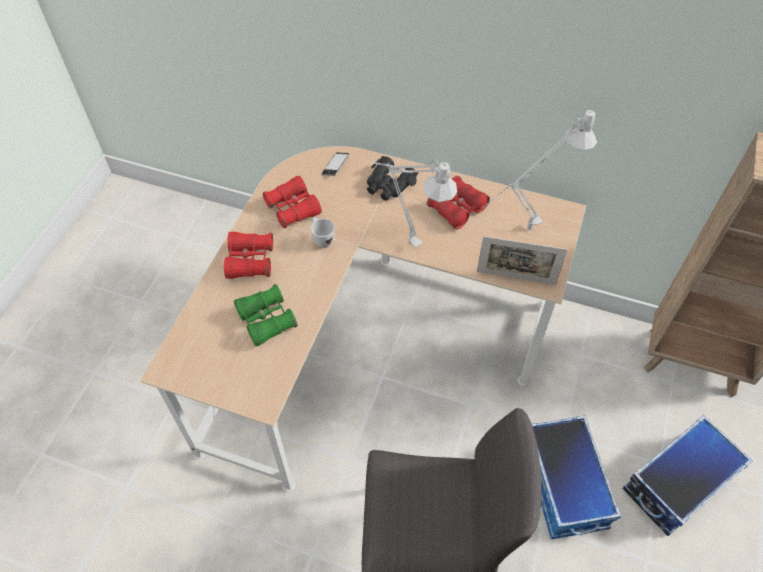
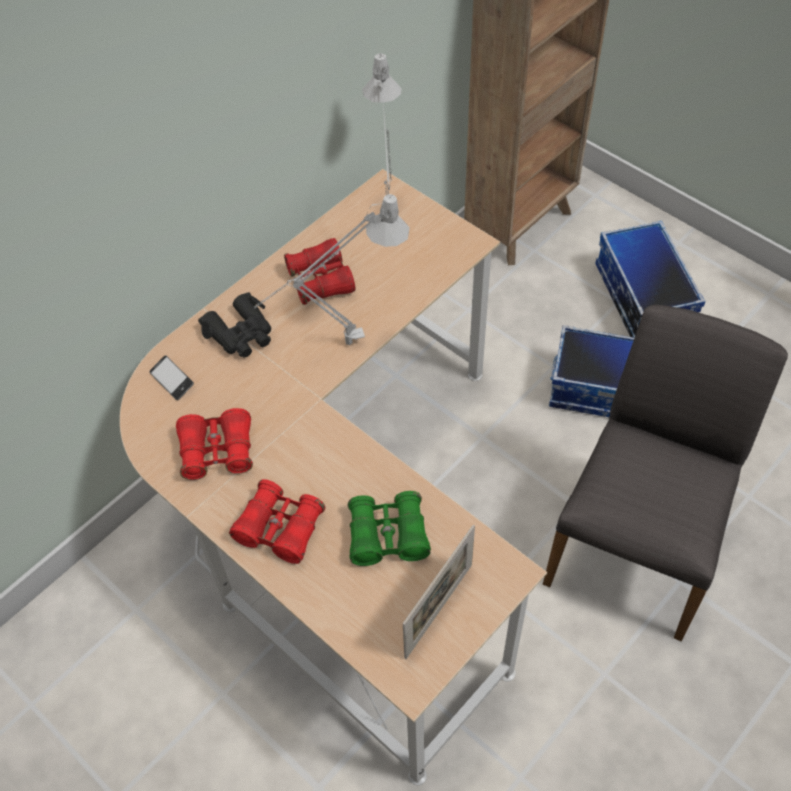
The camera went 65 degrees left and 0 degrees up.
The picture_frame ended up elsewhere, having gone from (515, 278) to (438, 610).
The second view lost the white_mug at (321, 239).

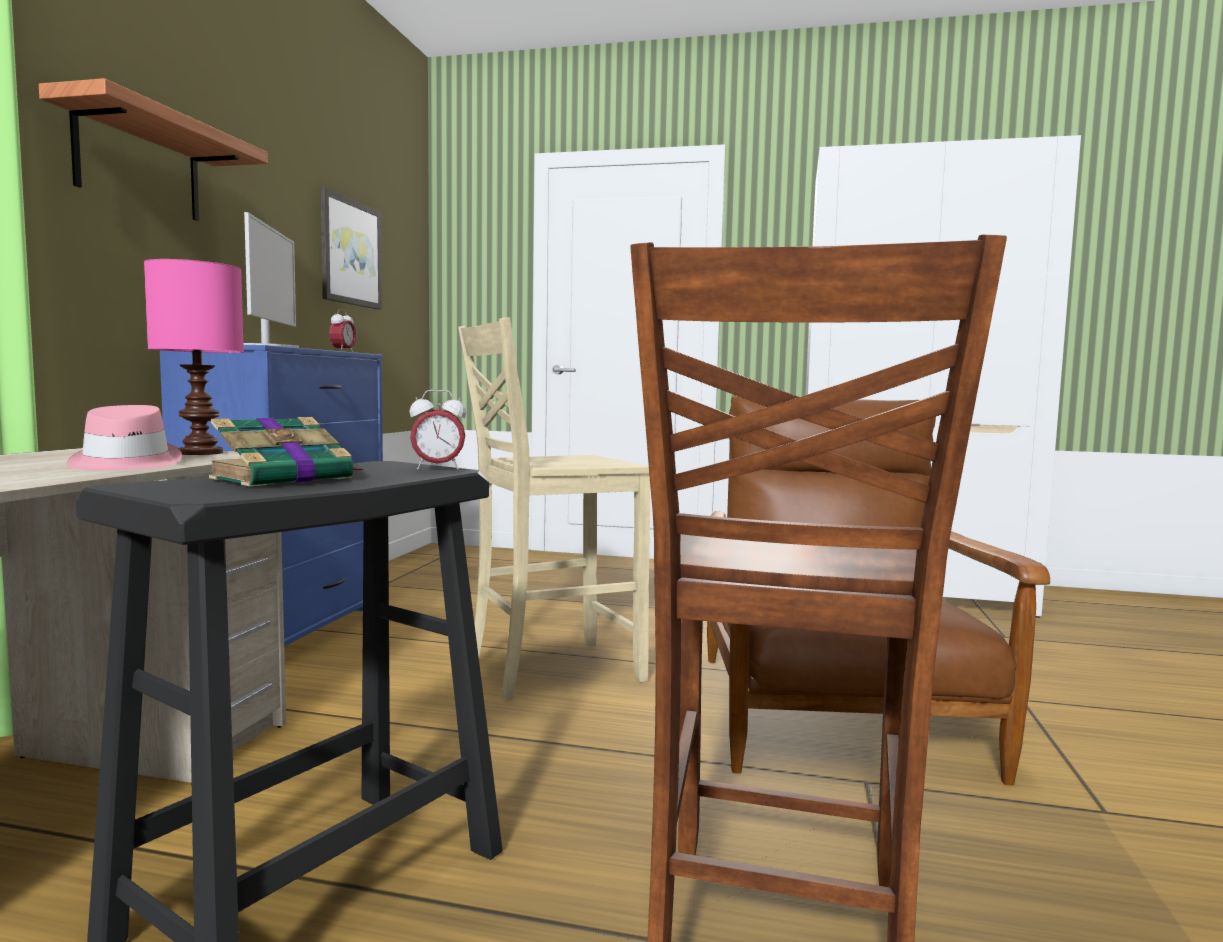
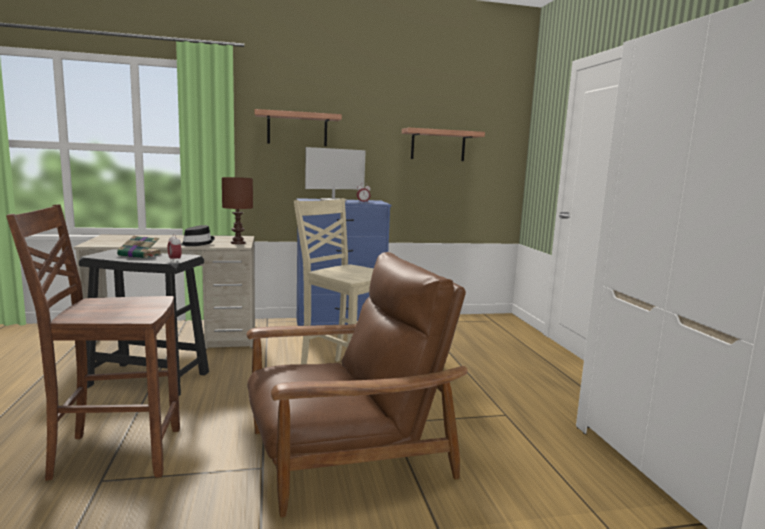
The camera went 65 degrees right and 5 degrees up.
What was the pink_hat at (123, 464) turned into the black_hat at (196, 243).
What was the pink_table_lamp at (199, 453) turned into the brown_table_lamp at (237, 243).
Where the picture hung at (350, 252), the shelf came to hang at (438, 145).

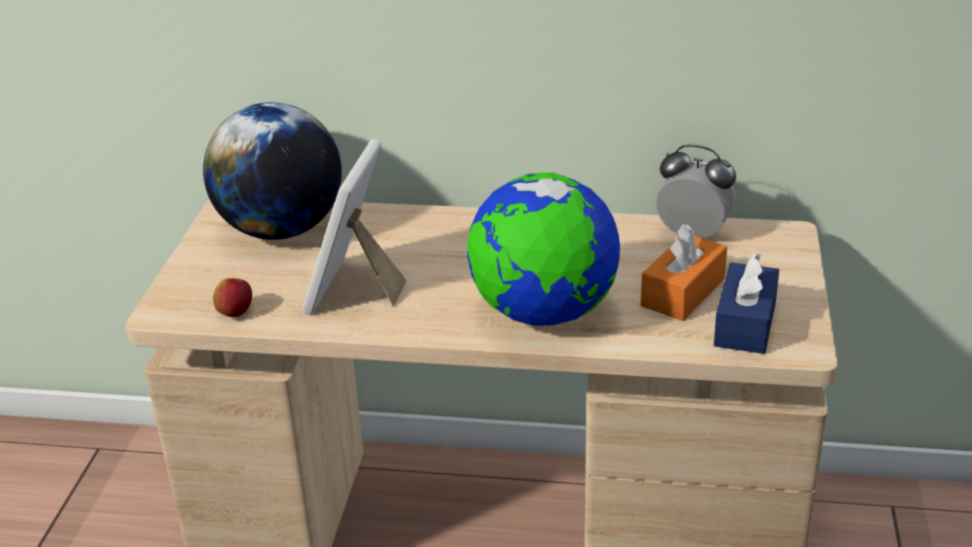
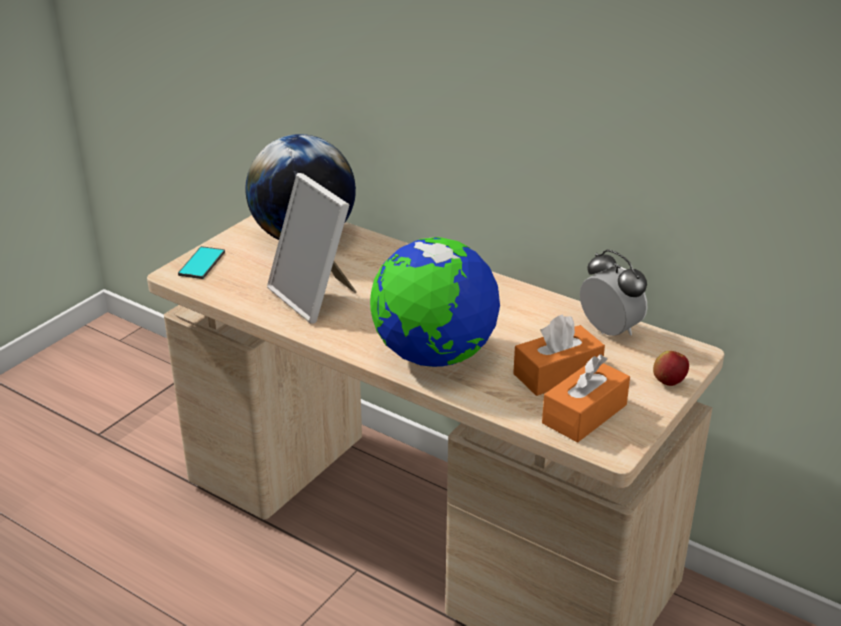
The camera went 25 degrees right and 0 degrees up.
The second view gained the phone at (201, 263).
The picture_frame at (355, 290) ended up facing another way, 75 degrees counterclockwise from before.
What was the blue_tissue_box at (745, 324) turned into the orange_tissue_box at (584, 414).
The apple ended up elsewhere, having gone from (235, 313) to (669, 382).

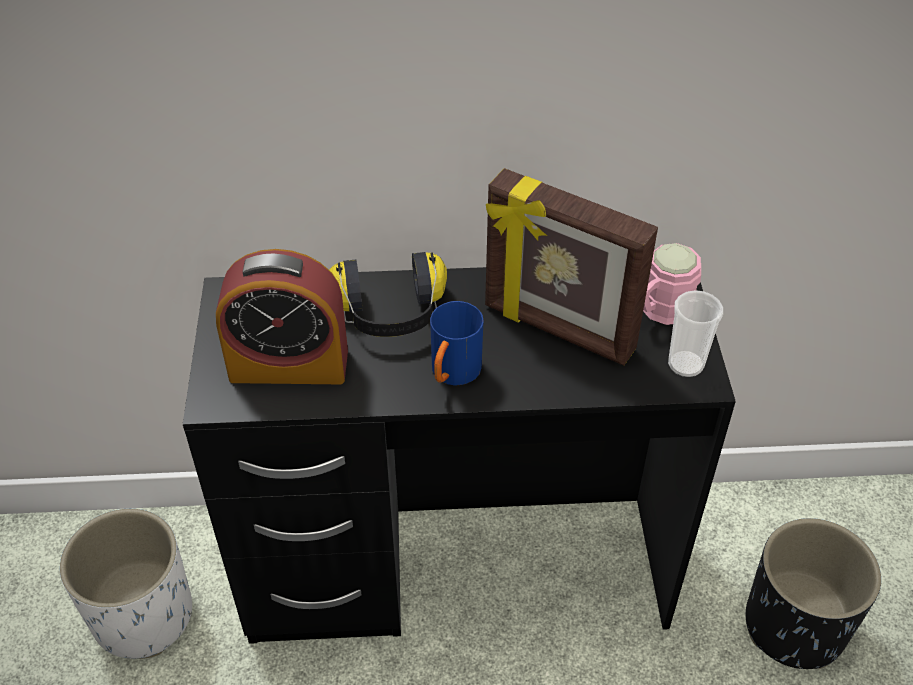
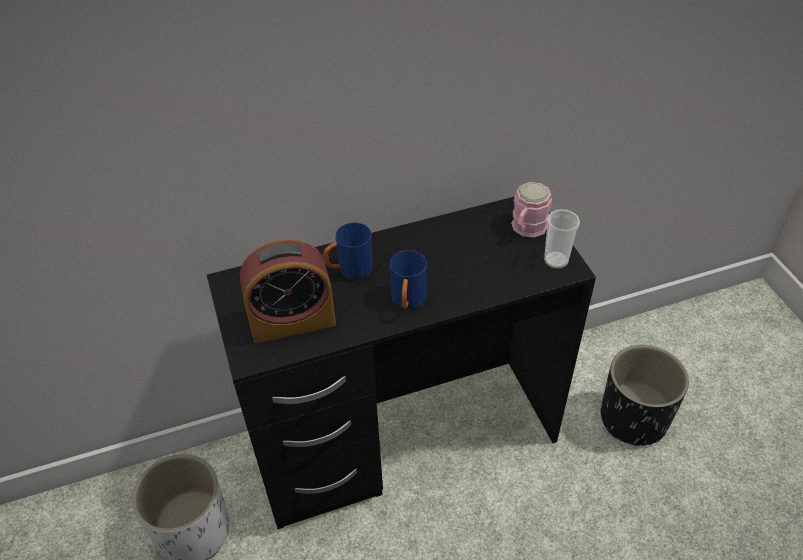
The camera went 15 degrees left and 0 degrees up.
Where the headphones stood at (390, 314), the blue_mug came to stand at (349, 270).
The second view lost the picture_frame at (557, 329).

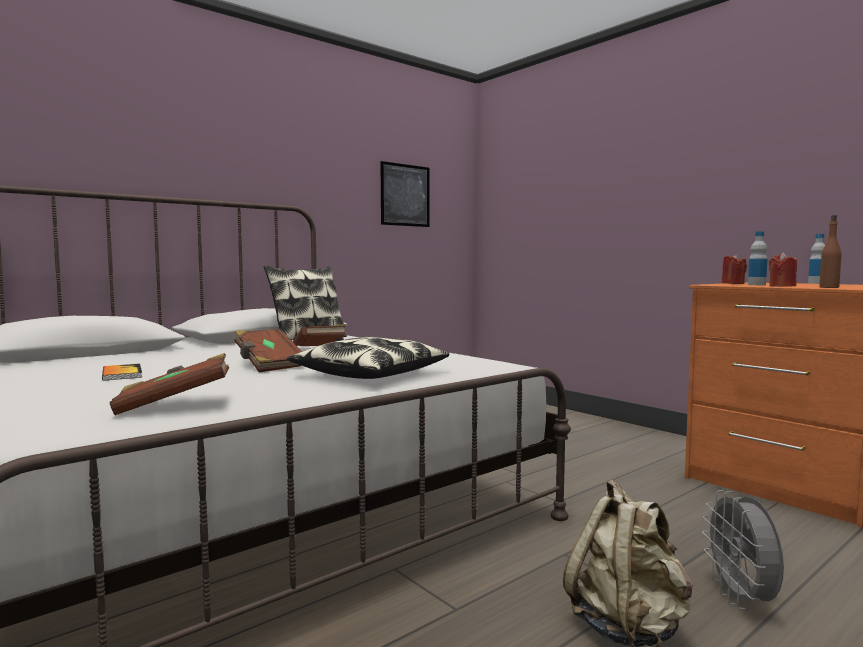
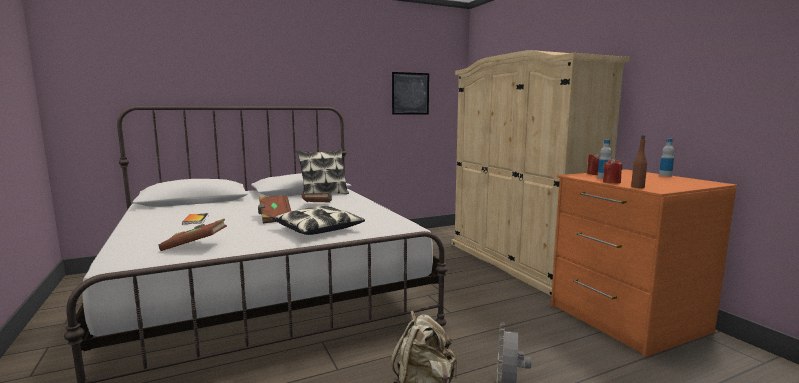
The camera went 15 degrees right and 5 degrees up.
The second view gained the beige_wardrobe at (519, 262).

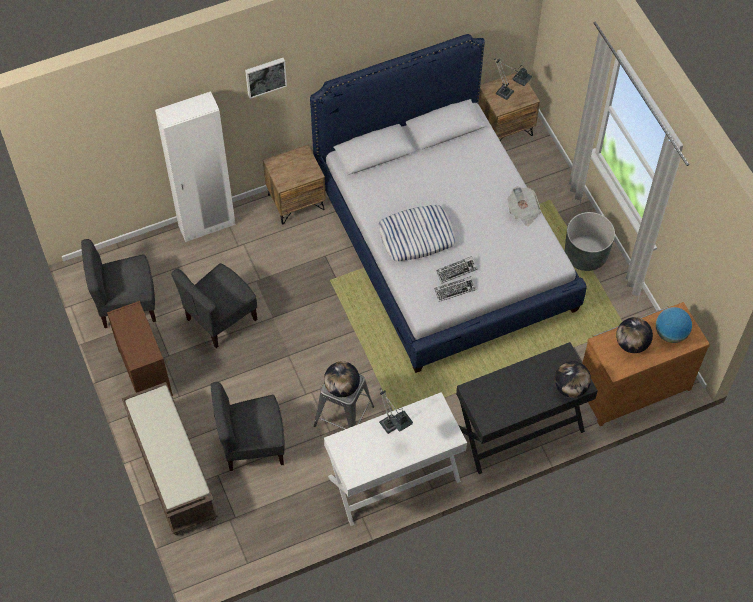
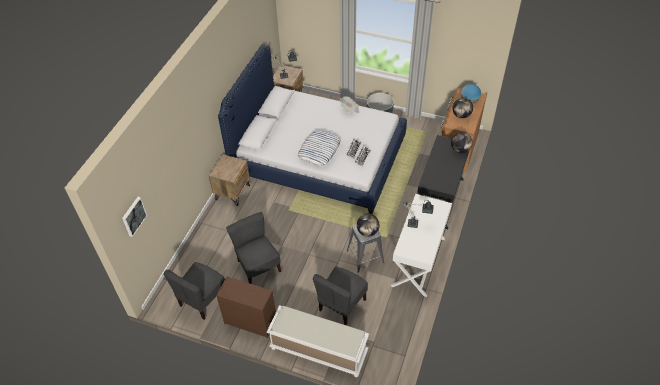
The camera went 45 degrees left and 10 degrees down.
The picture ended up elsewhere, having gone from (265, 76) to (133, 216).
The grey_chair at (220, 319) ended up facing another way, 150 degrees clockwise from before.
What was the brown_bench at (171, 469) turned into the white_bench at (318, 350).
The second view lost the white_wardrobe at (207, 226).

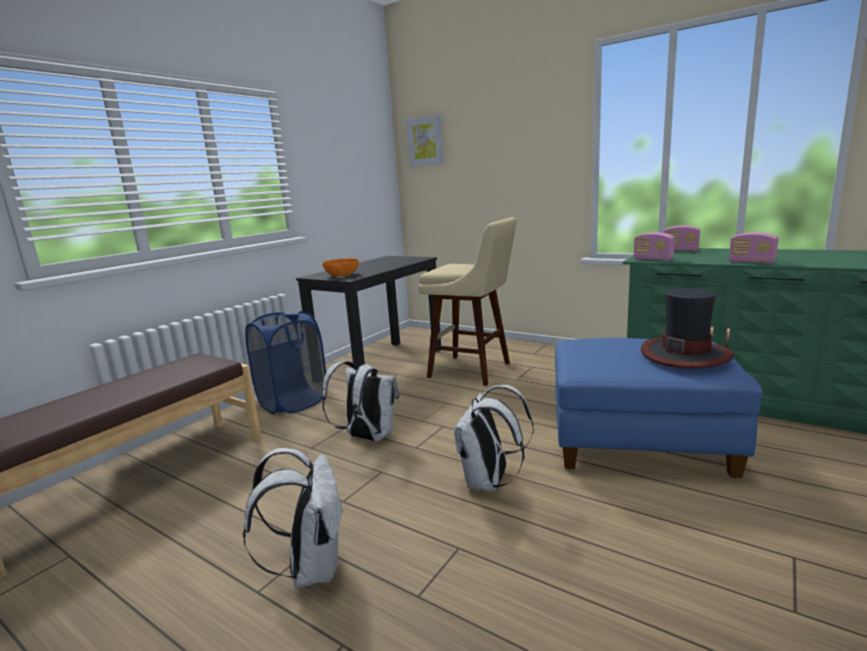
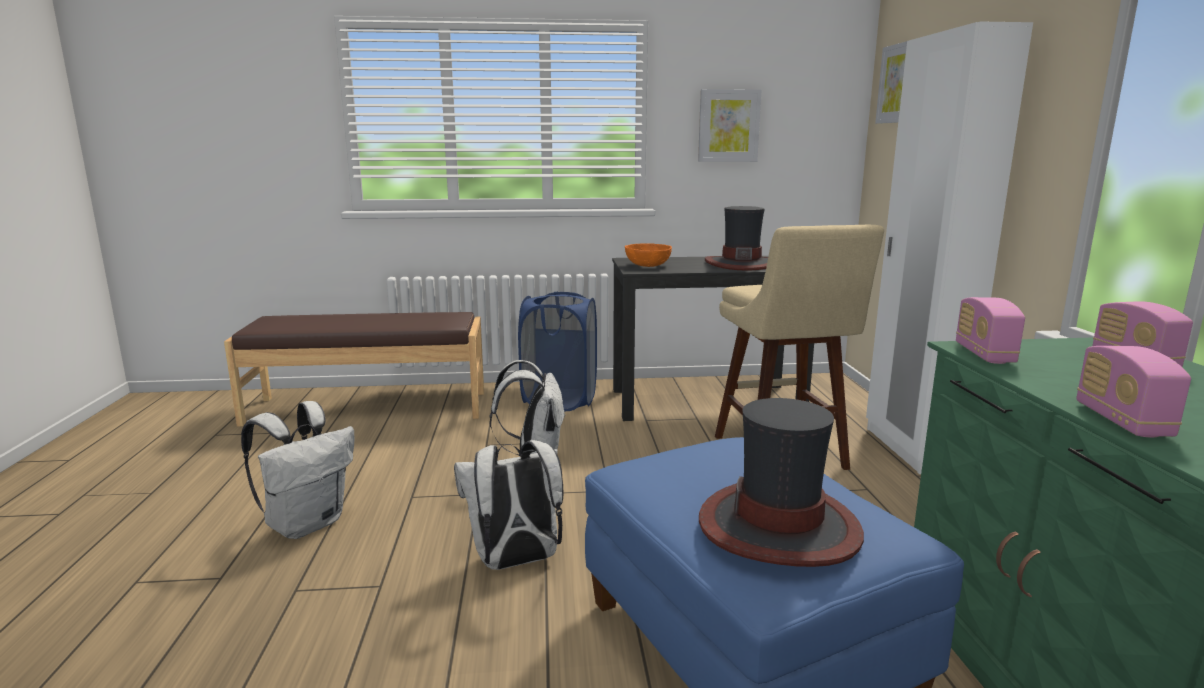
The camera went 50 degrees right and 0 degrees up.
The second view gained the picture at (728, 126).
The second view gained the hat at (741, 264).
The second view gained the white_wardrobe at (910, 449).

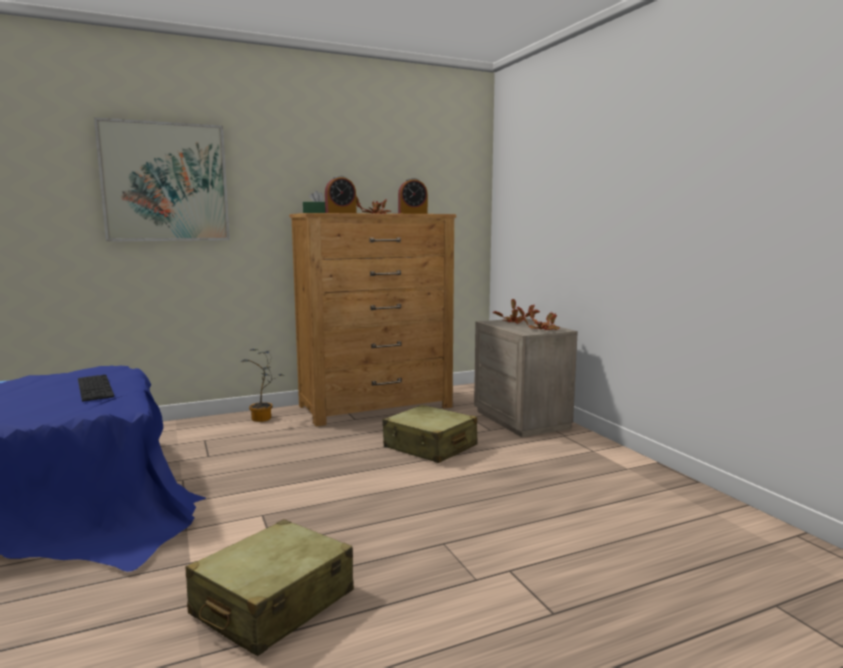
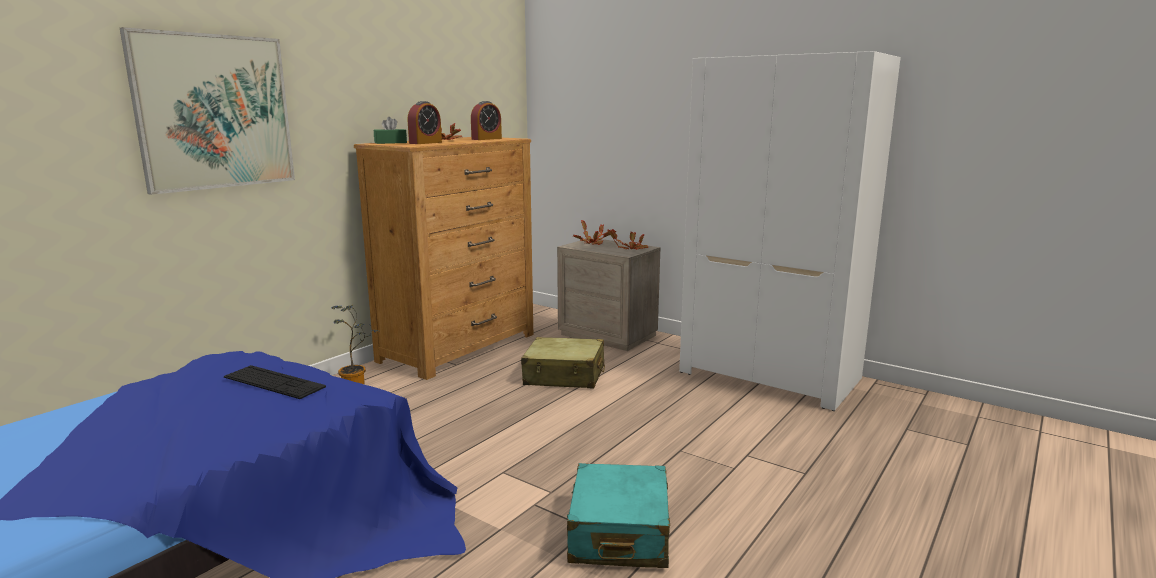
The camera went 30 degrees left and 5 degrees up.
What was the beige_suitcase at (272, 604) turned into the turquoise_suitcase at (619, 533).
The second view gained the white_wardrobe at (771, 375).

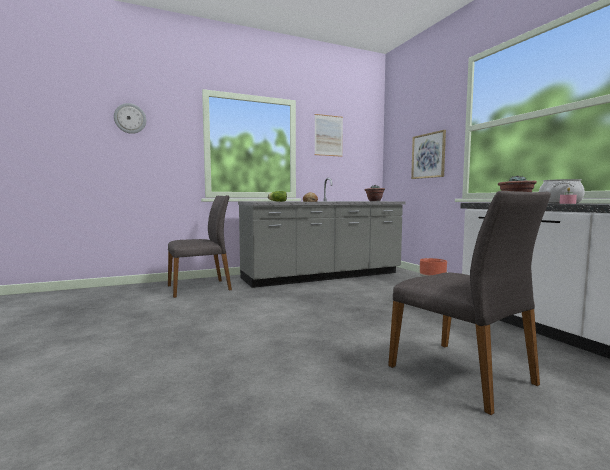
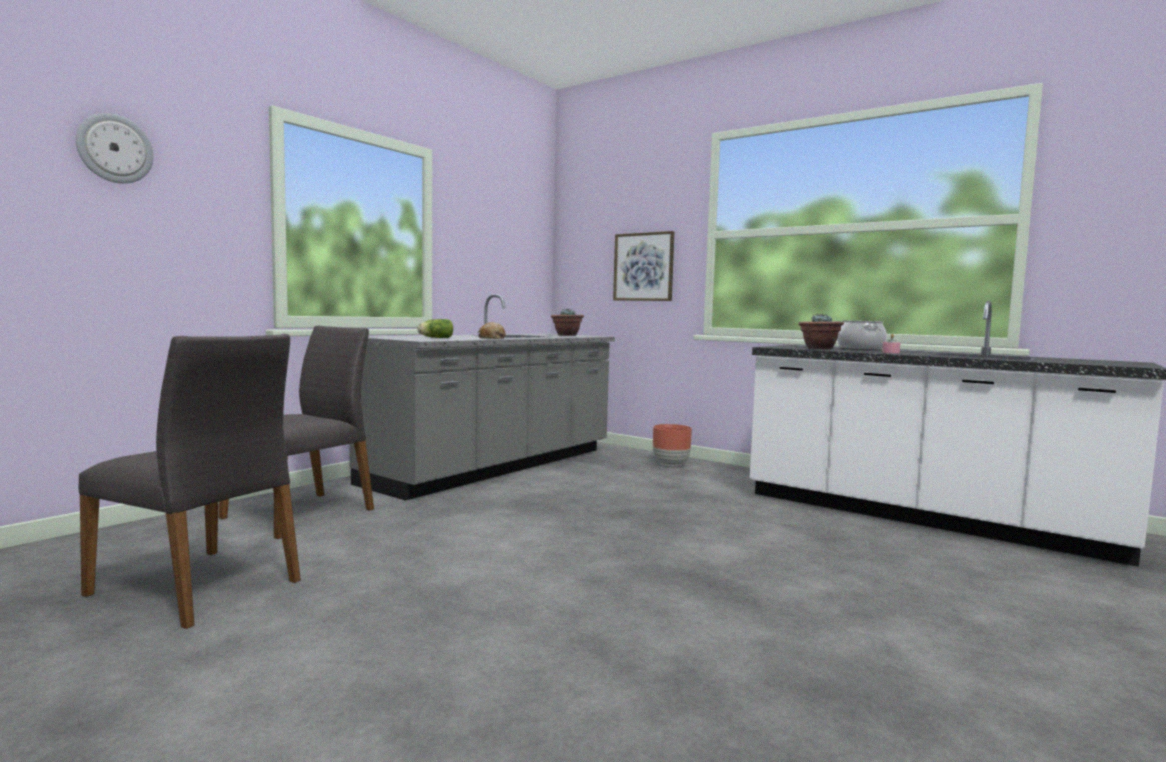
The camera went 30 degrees left and 0 degrees up.
The grey_chair ended up elsewhere, having gone from (463, 374) to (199, 587).
The second view lost the picture at (328, 135).

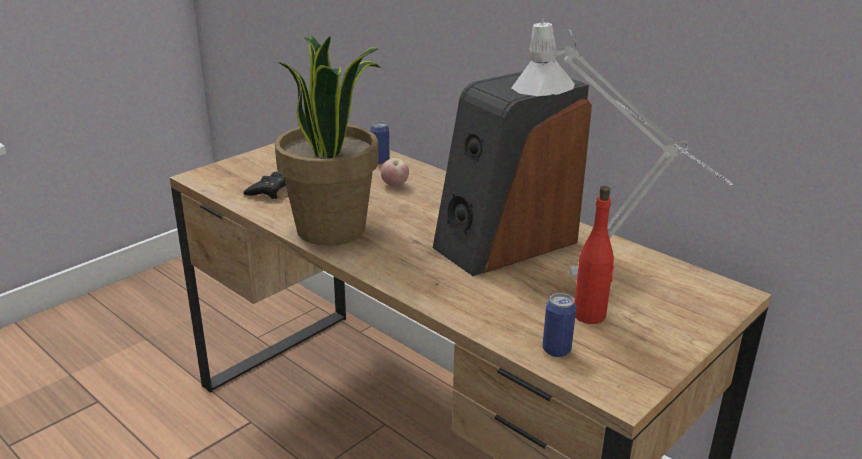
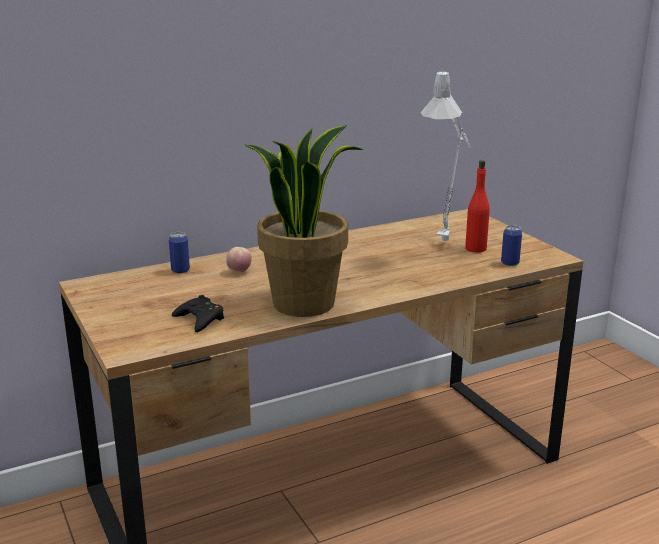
The camera went 70 degrees left and 5 degrees down.
The second view lost the speaker at (505, 243).

